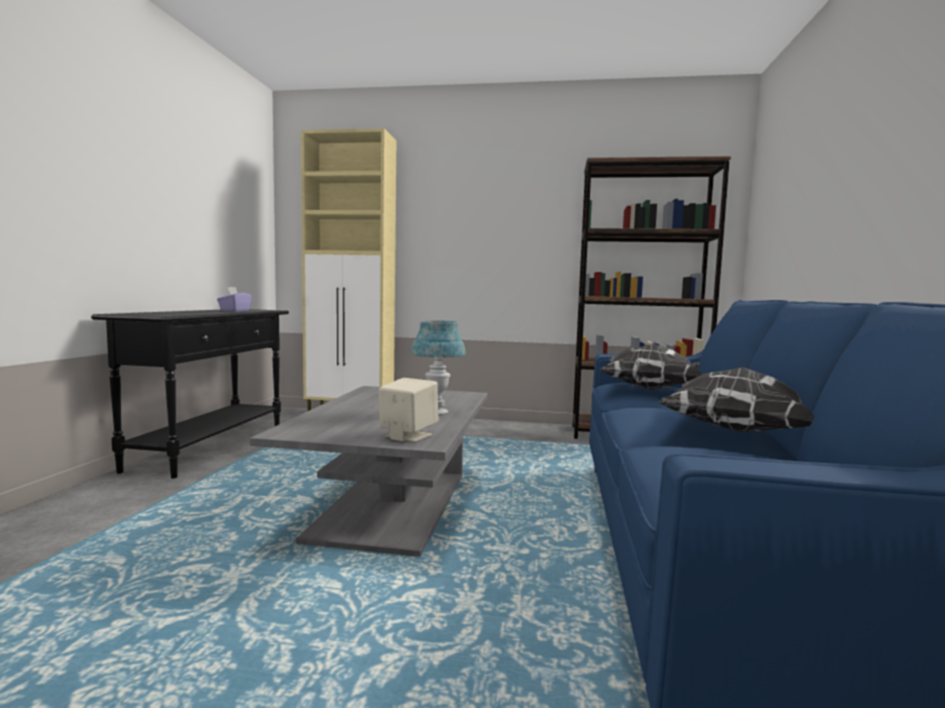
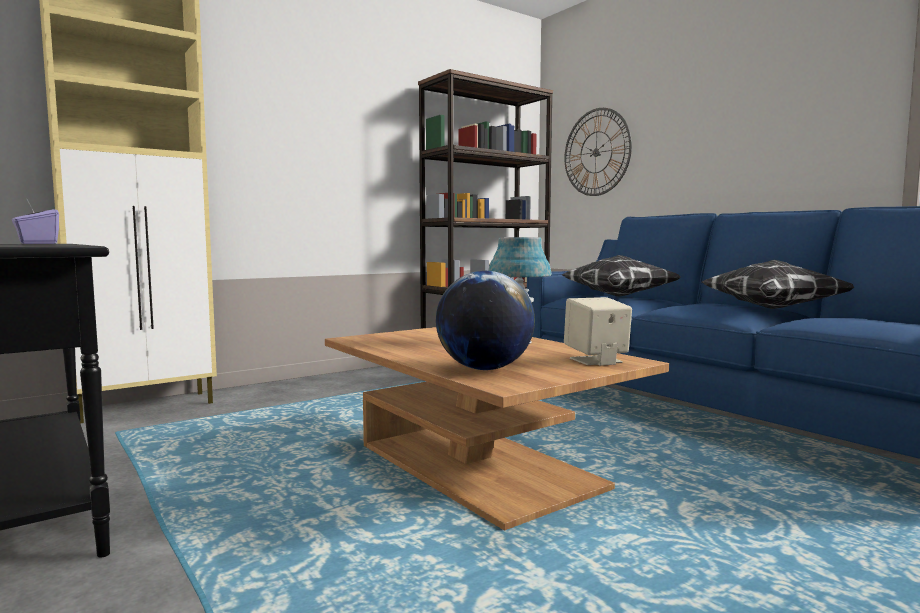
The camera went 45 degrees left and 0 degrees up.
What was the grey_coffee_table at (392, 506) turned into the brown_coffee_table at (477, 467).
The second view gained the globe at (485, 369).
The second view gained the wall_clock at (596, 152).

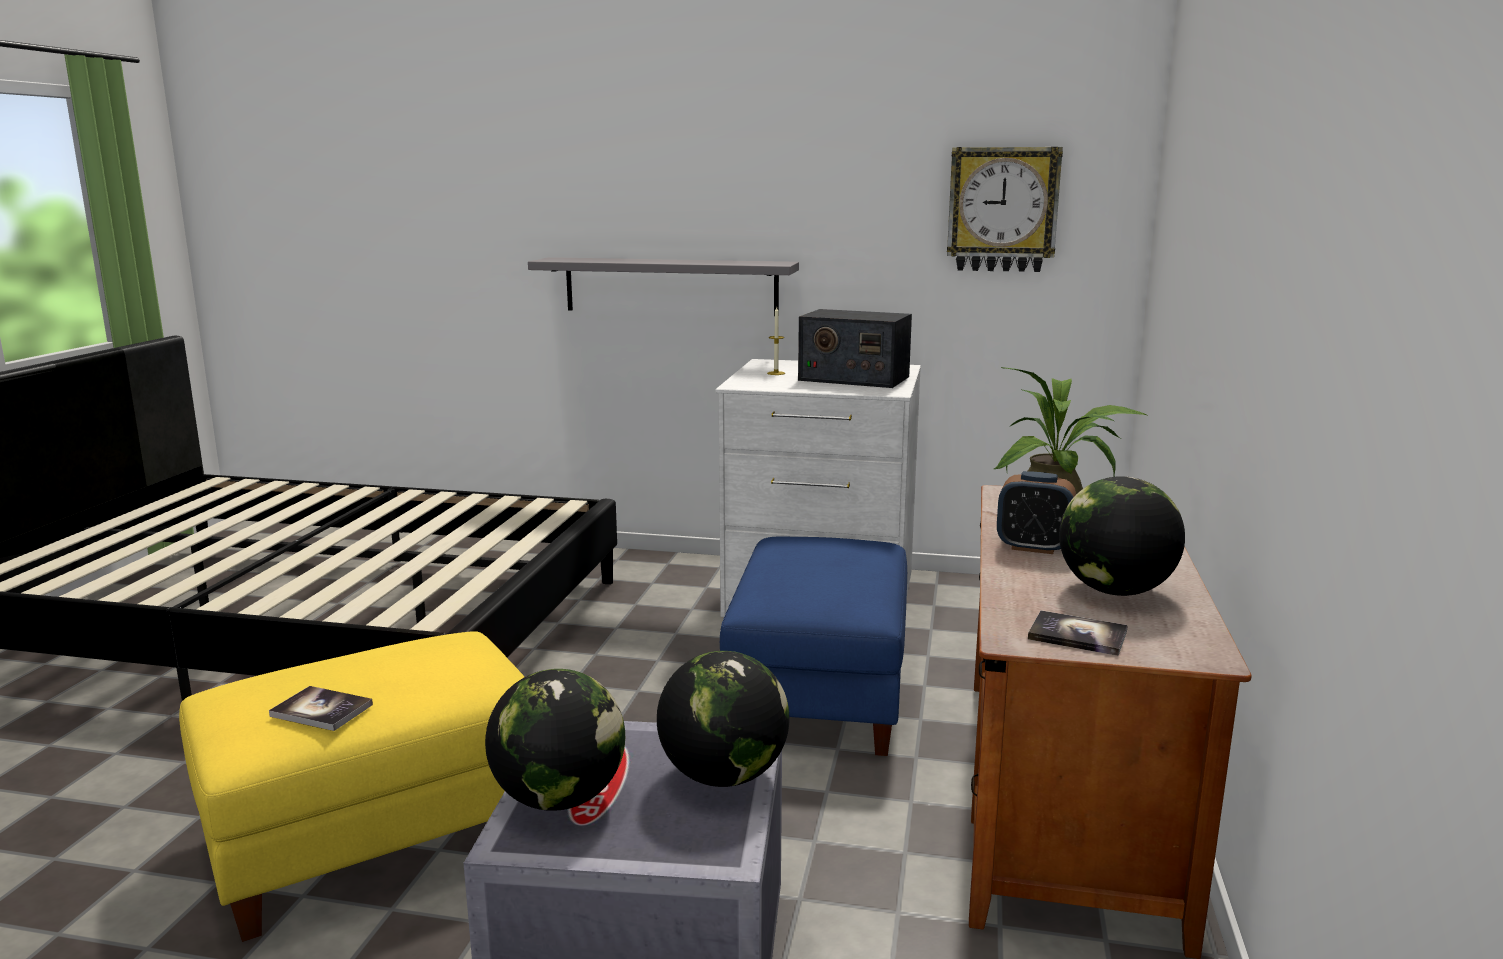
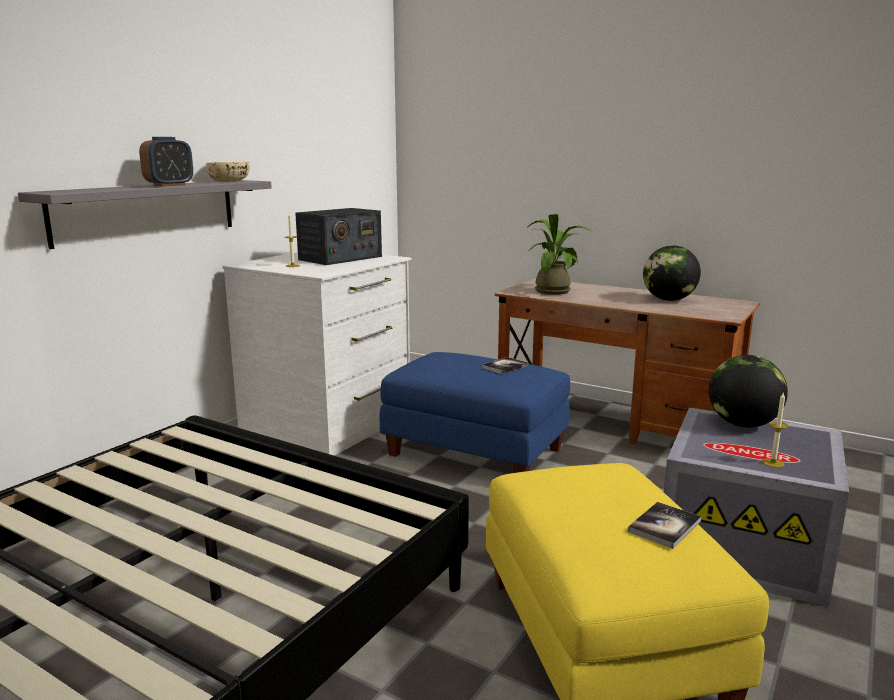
The camera went 70 degrees left and 0 degrees up.
The alarm_clock ended up elsewhere, having gone from (1033, 547) to (169, 185).
The second view gained the beige_bowl at (229, 181).
The book ended up elsewhere, having gone from (1077, 635) to (504, 366).
Where the globe stood at (559, 798), the candle came to stand at (773, 463).
The second view lost the wall_clock at (1002, 209).

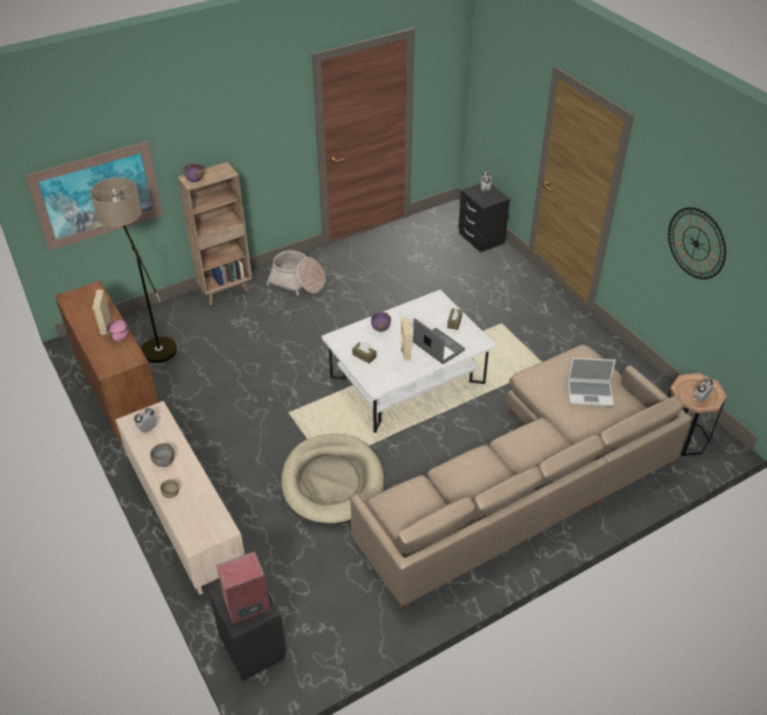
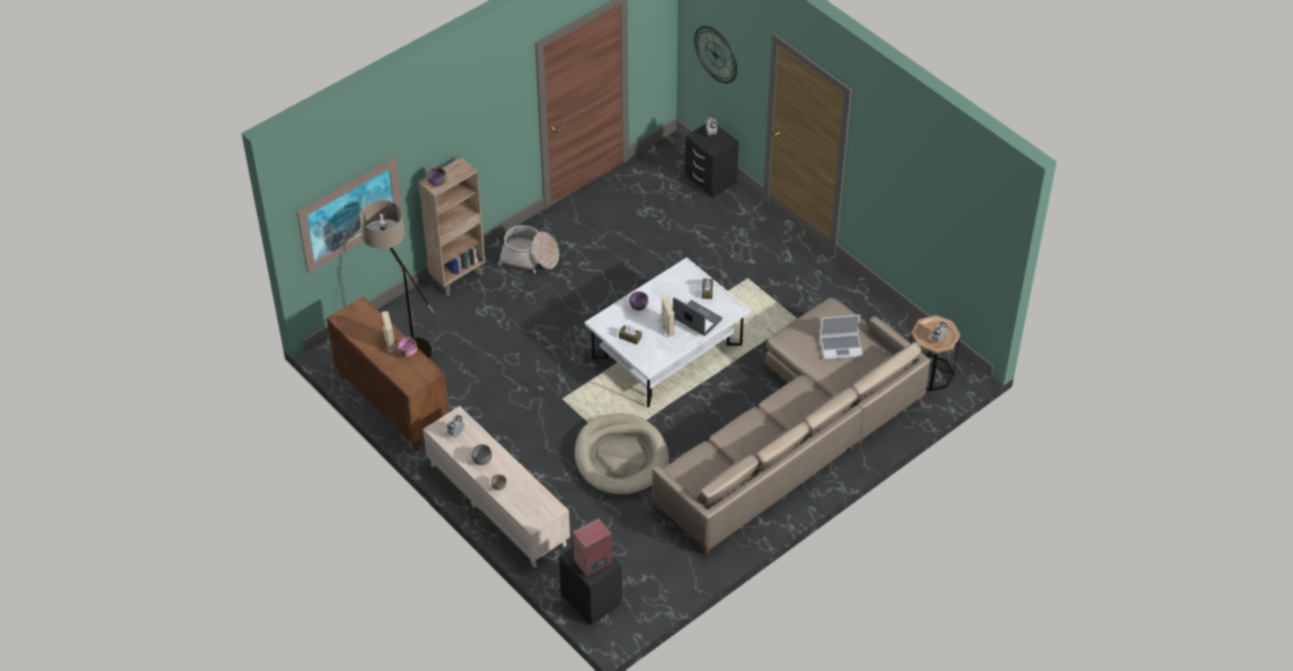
The camera went 10 degrees left and 5 degrees up.
The wall_clock ended up elsewhere, having gone from (696, 243) to (715, 54).

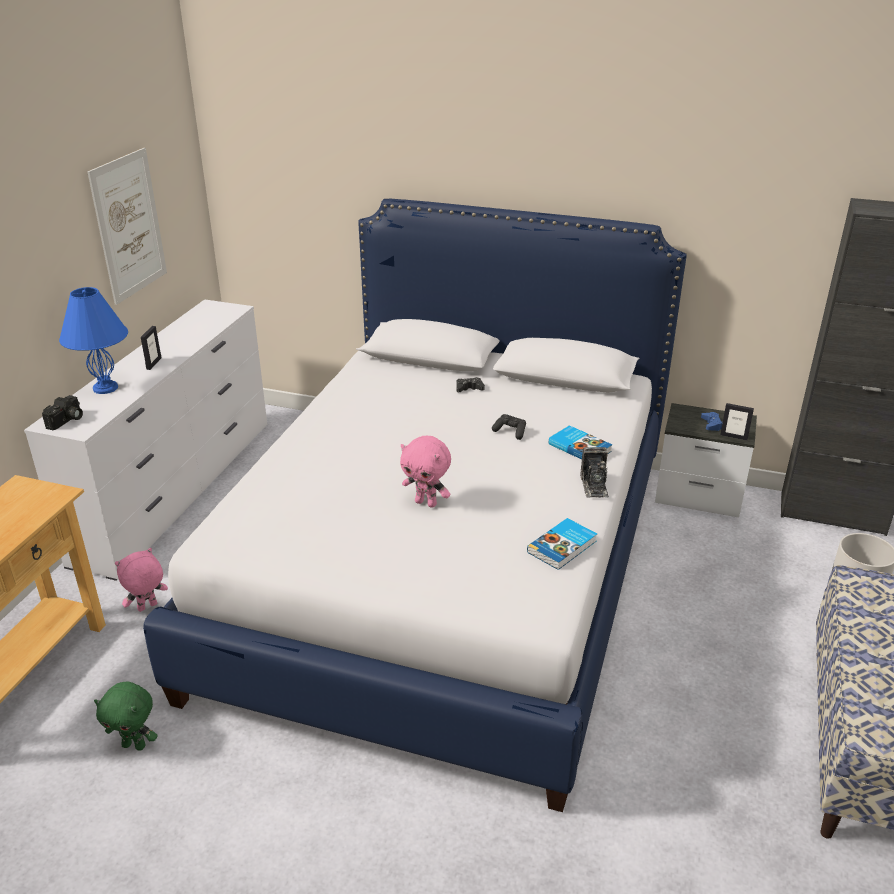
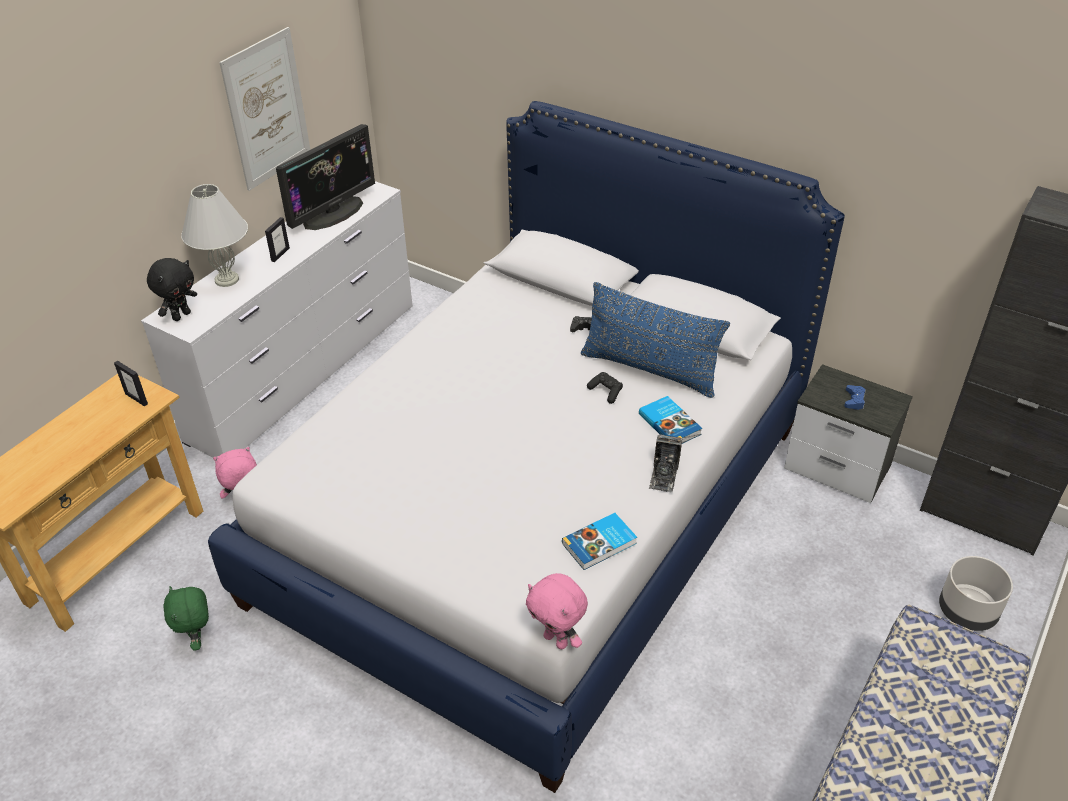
The camera went 15 degrees right and 10 degrees up.
The picture_frame ended up elsewhere, having gone from (734, 436) to (136, 398).
Where the photo_camera stood at (67, 421), the black_plush_toy came to stand at (181, 315).
The green_plush_toy at (135, 745) ended up facing another way, 45 degrees clockwise from before.
What was the blue_table_lamp at (105, 388) turned into the white_table_lamp at (226, 279).
The second view gained the monitor at (333, 213).
The pink_plush_toy ended up elsewhere, having gone from (426, 503) to (557, 640).
The second view gained the blue_pillow at (649, 369).

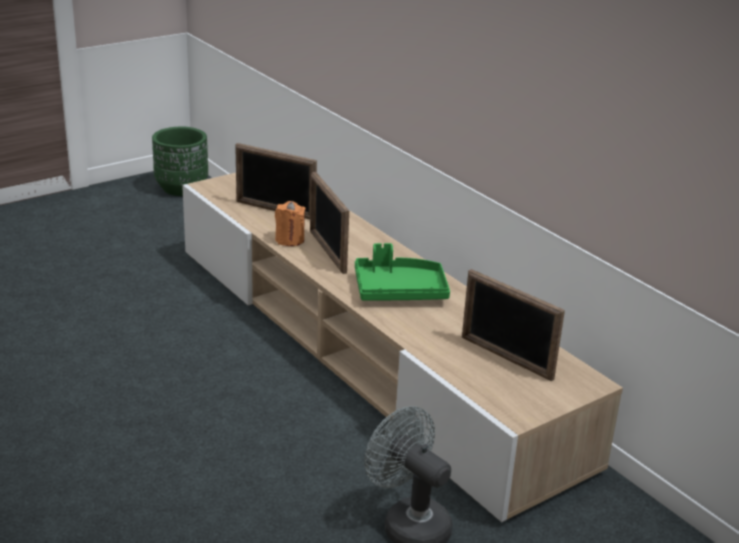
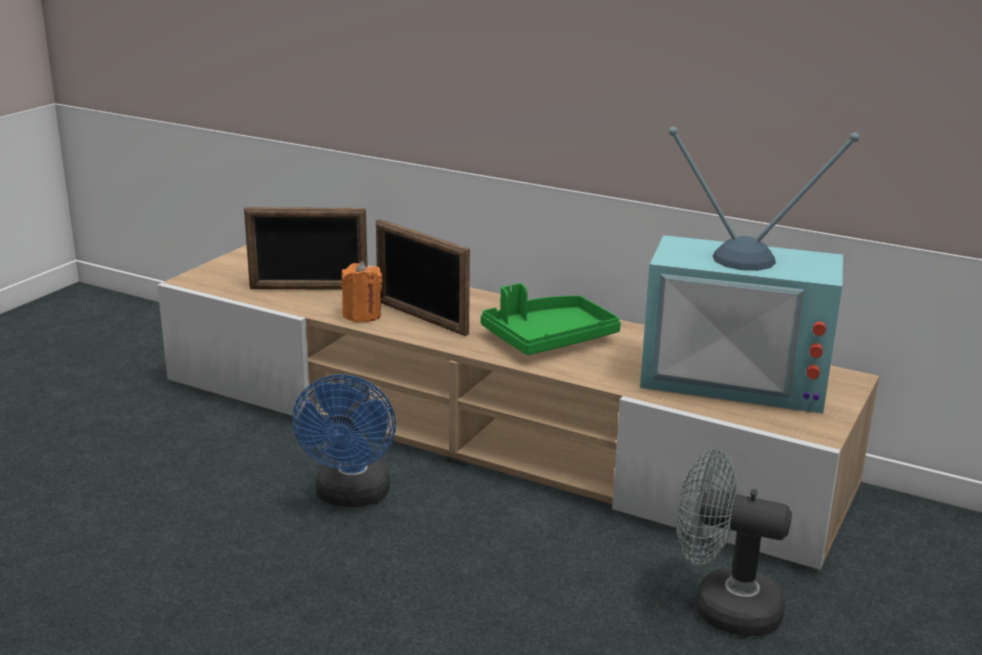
The camera went 25 degrees left and 5 degrees down.
The second view gained the blue_fan at (351, 497).
Where the picture_frame stood at (506, 358), the television came to stand at (737, 377).
The second view lost the green_planter at (181, 188).

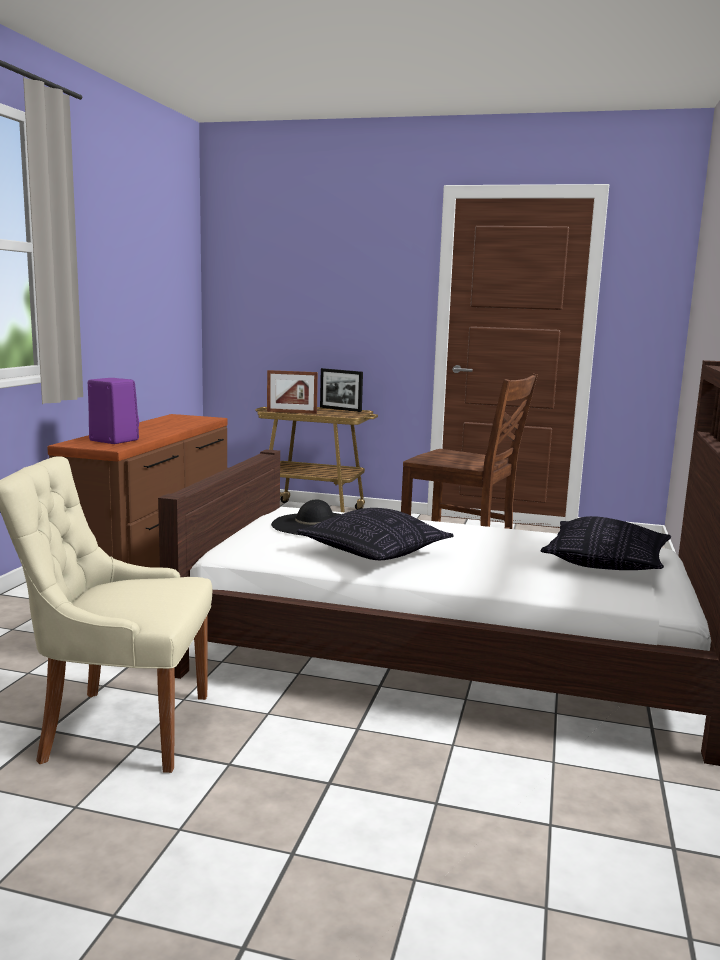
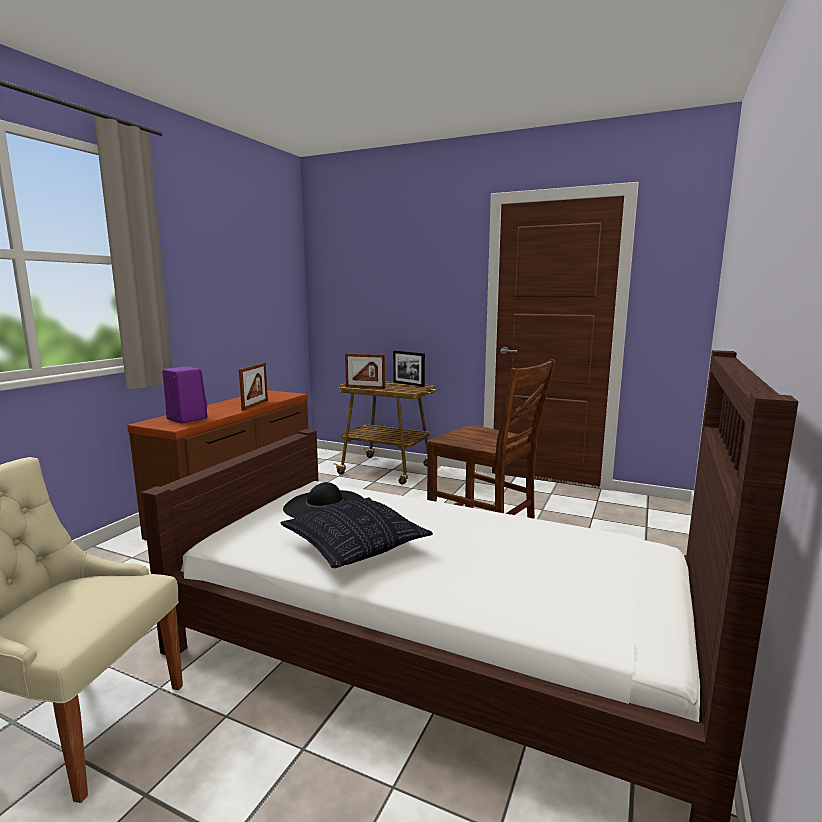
The camera went 10 degrees right and 0 degrees up.
The second view gained the picture_frame at (255, 405).
The second view lost the pillow at (605, 563).

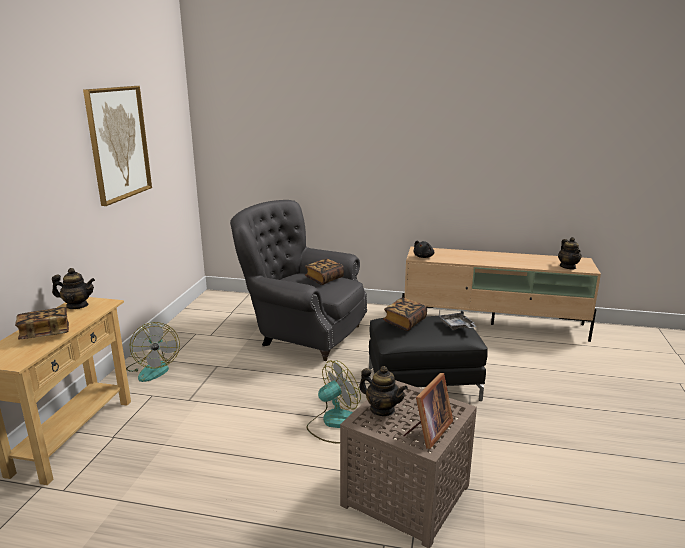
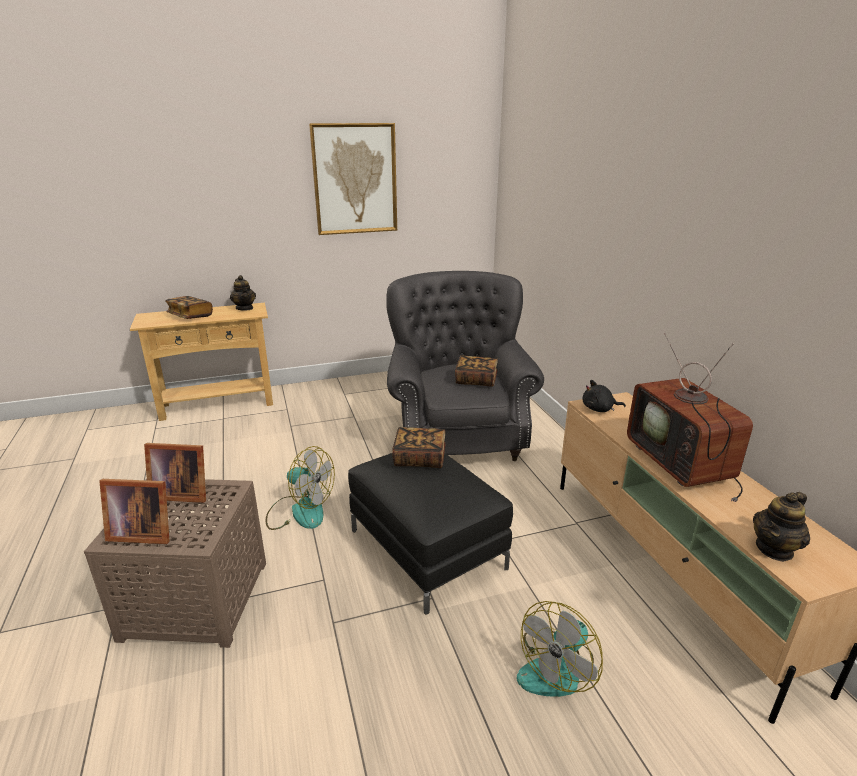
The camera went 60 degrees right and 5 degrees up.
Where the teapot stood at (382, 409), the picture_frame came to stand at (180, 493).
The fan ended up elsewhere, having gone from (153, 369) to (557, 669).
The second view gained the television at (683, 464).
The second view lost the grey_tray at (457, 326).

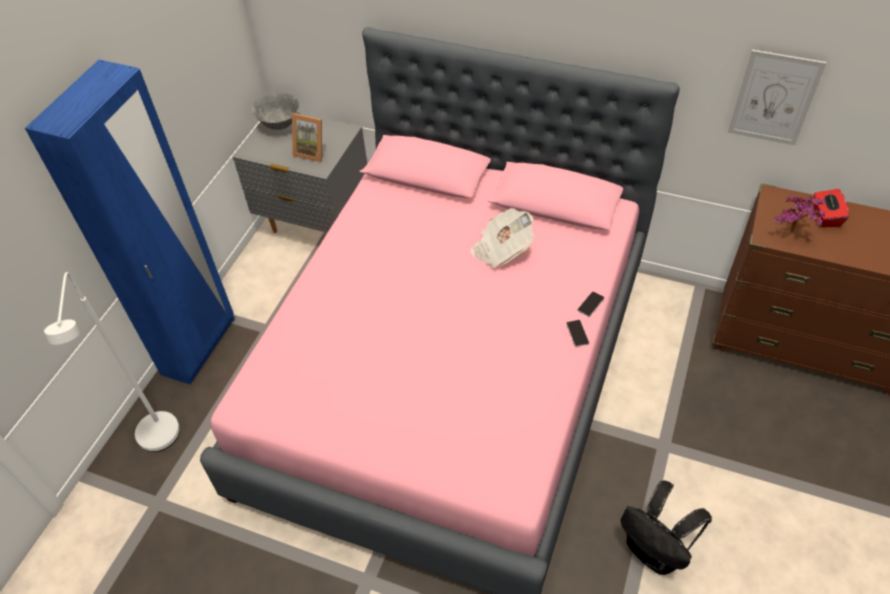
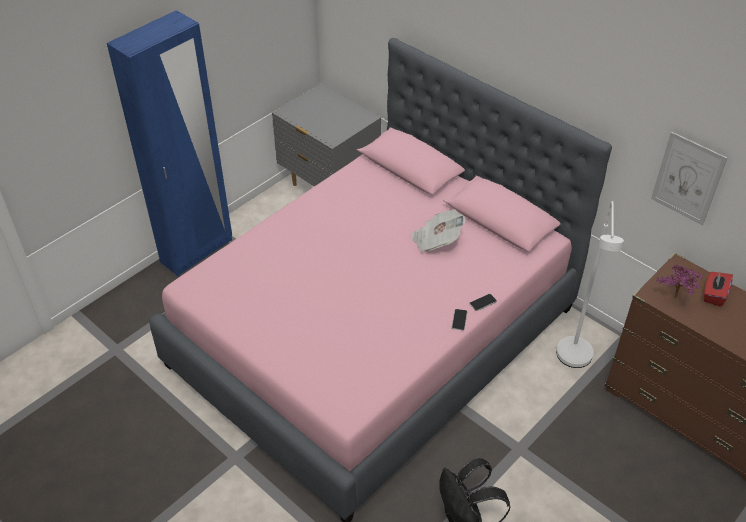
The camera went 20 degrees right and 5 degrees down.
The white_floor_lamp ended up elsewhere, having gone from (158, 444) to (574, 362).
The second view lost the grey_bowl at (280, 125).
The second view lost the picture_frame at (312, 151).

